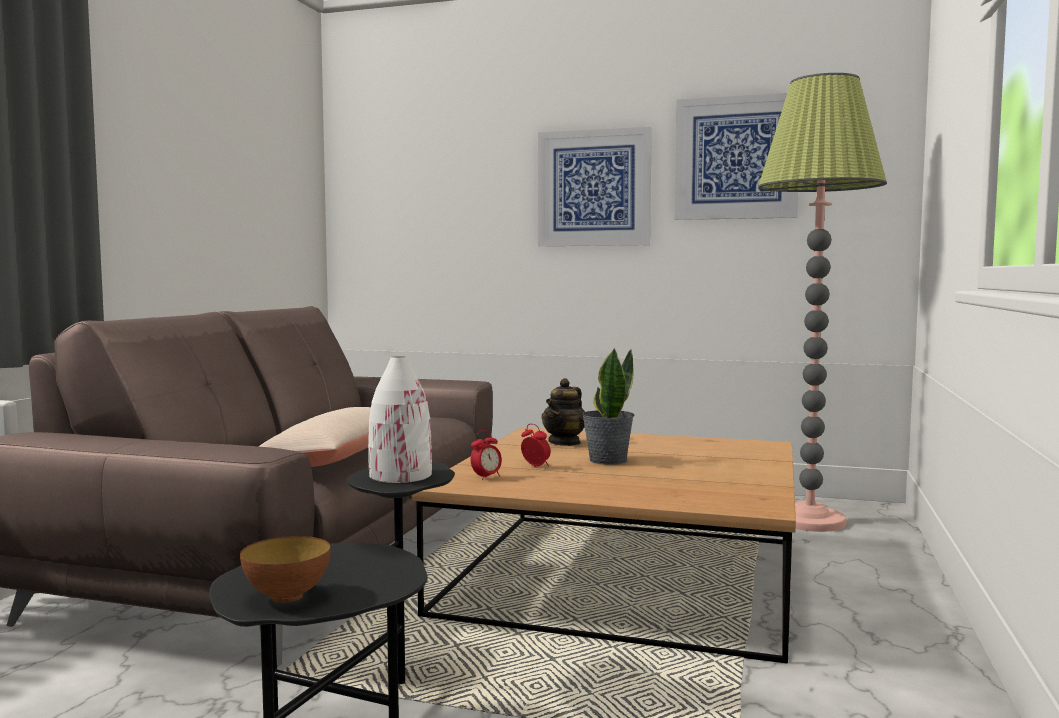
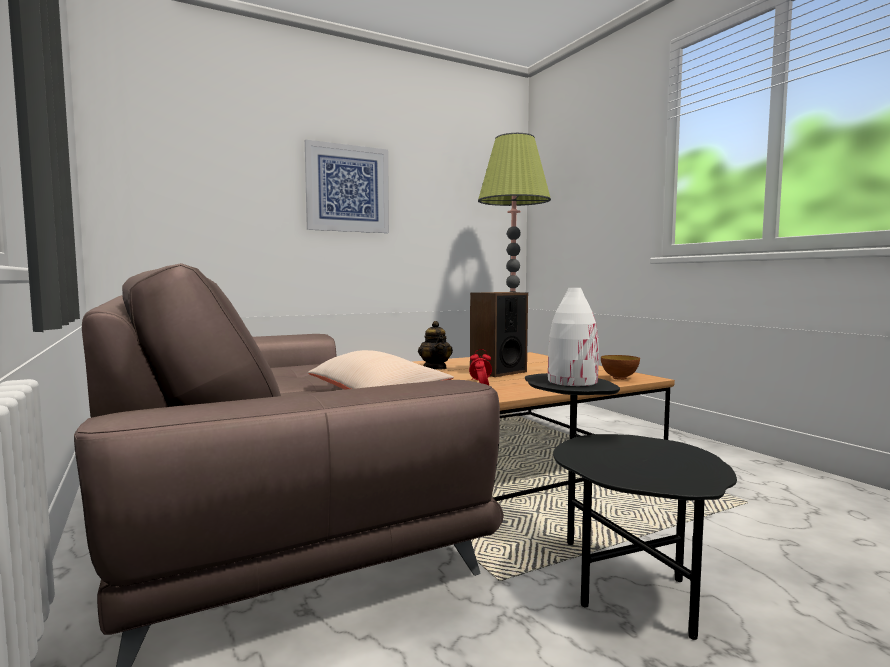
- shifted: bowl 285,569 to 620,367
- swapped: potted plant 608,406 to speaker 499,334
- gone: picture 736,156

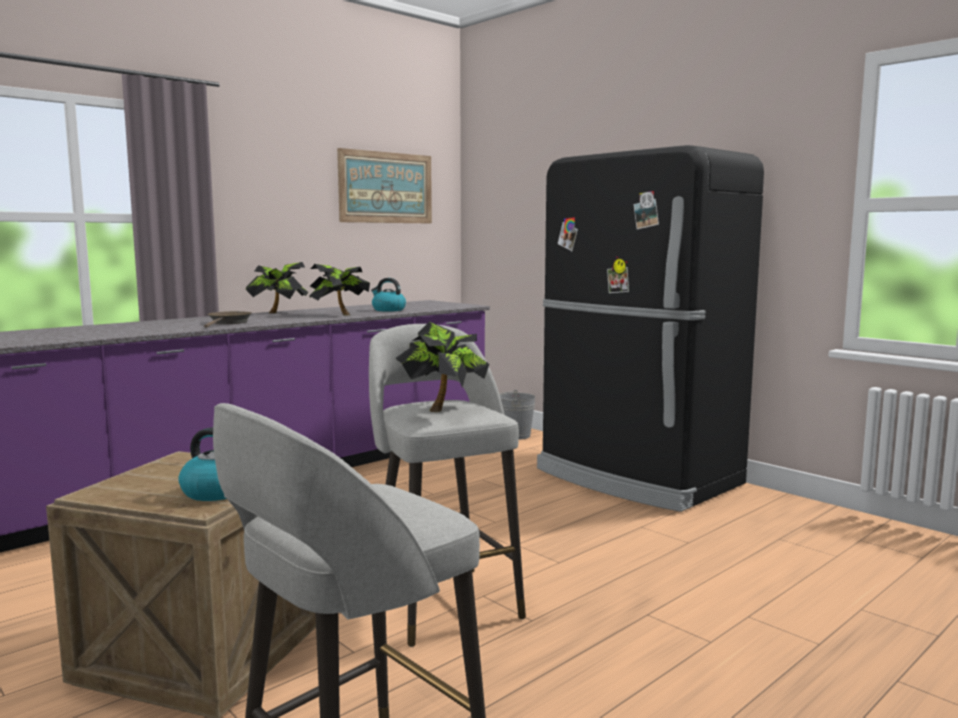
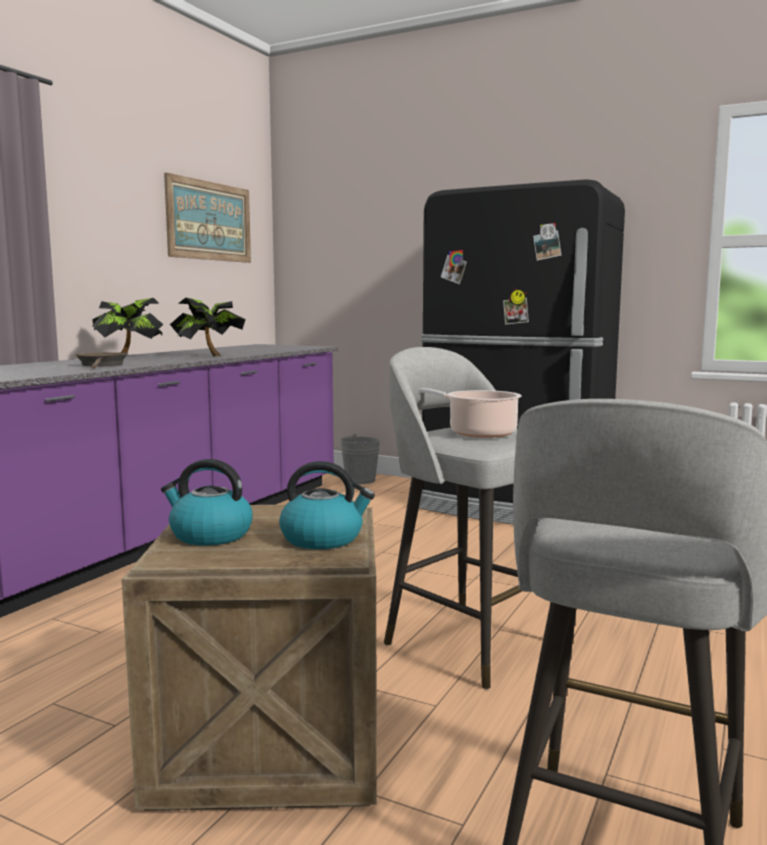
- shifted: kettle 388,294 to 207,502
- swapped: potted plant 442,366 to cooking pot 470,413

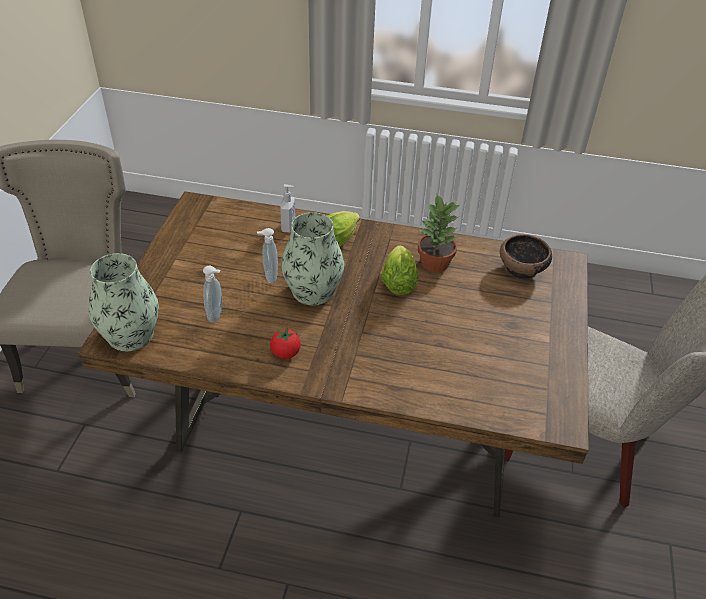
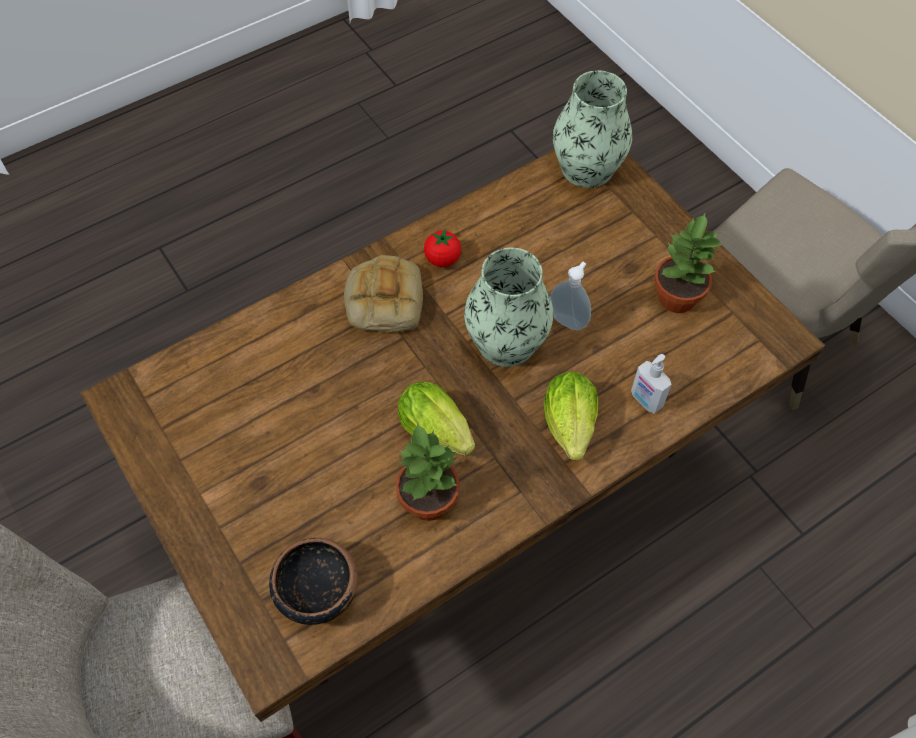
- gone: soap dispenser 212,294
- new: bread 383,293
- new: potted plant 688,262

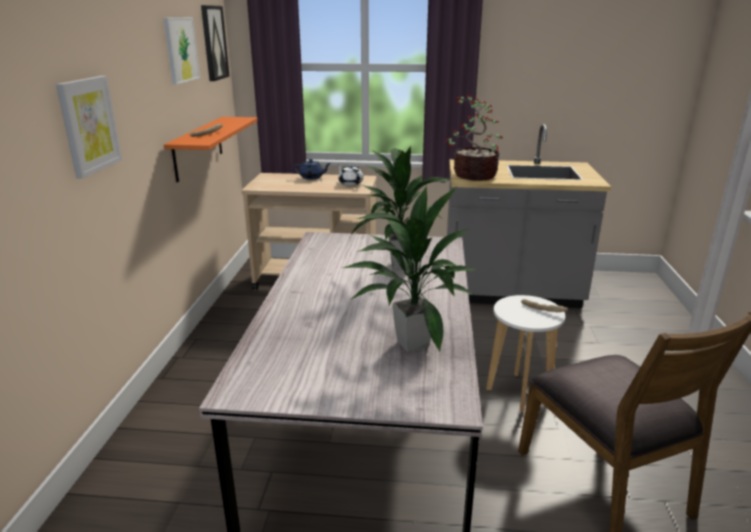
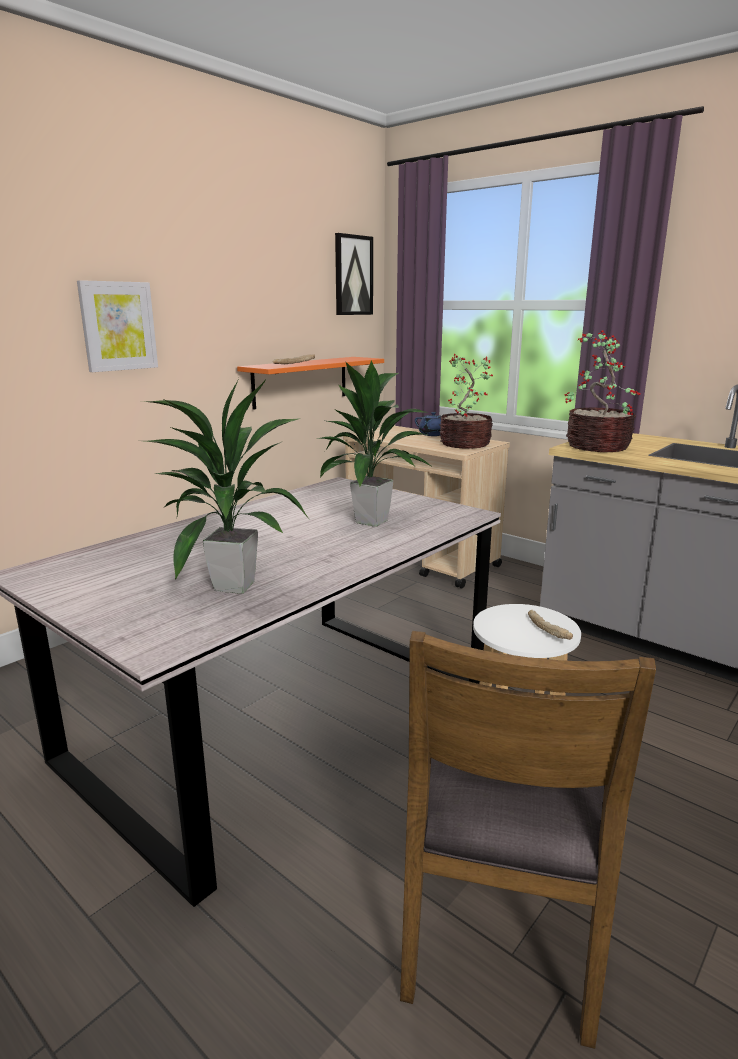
- gone: picture 182,51
- swapped: white teapot 350,175 to potted plant 466,401

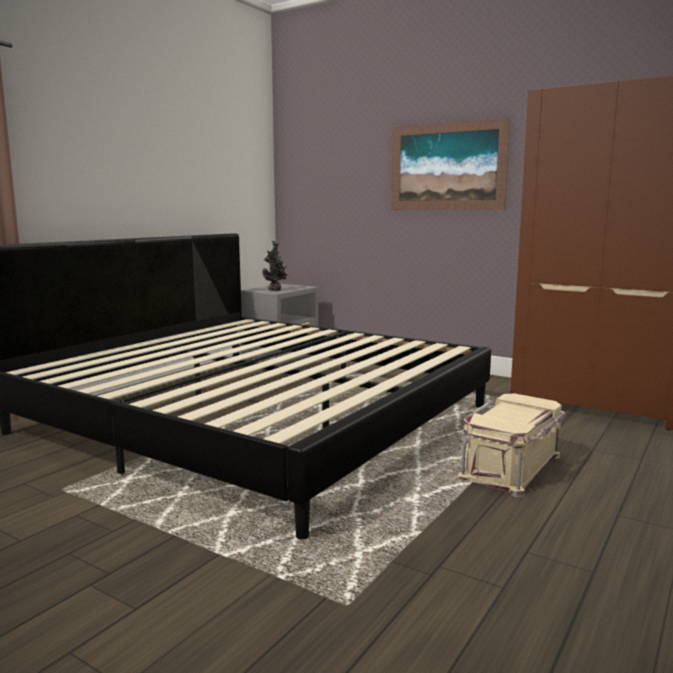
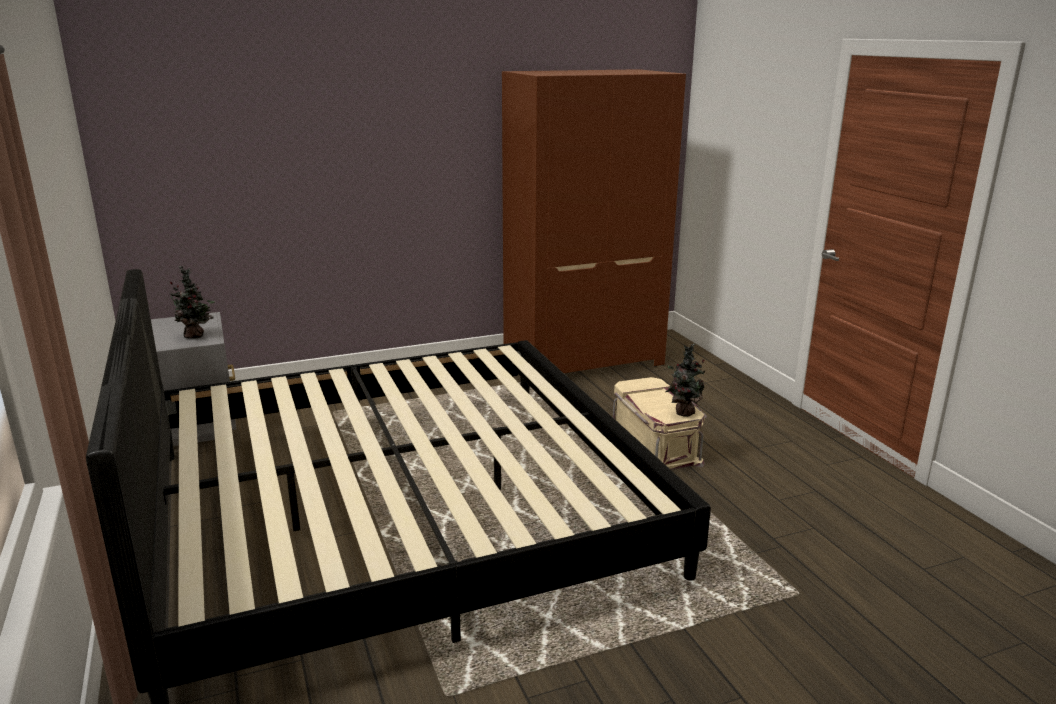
- gone: picture 451,164
- new: potted plant 687,380

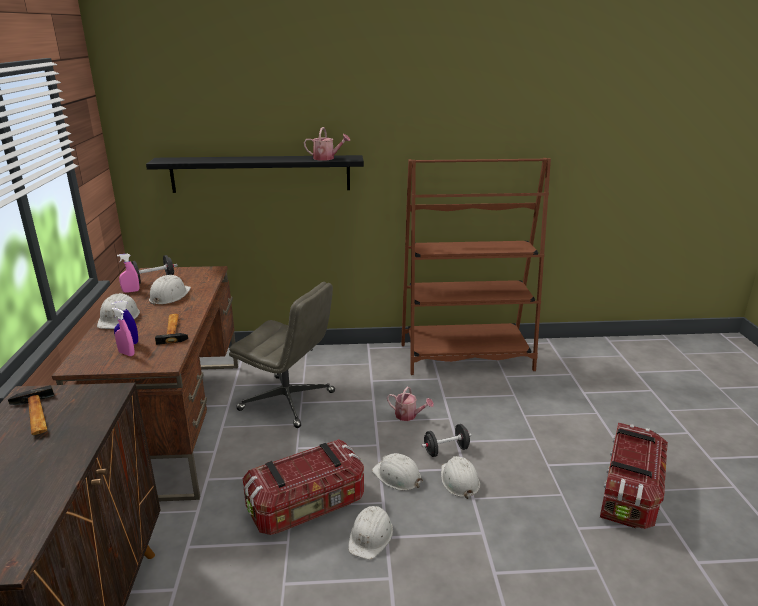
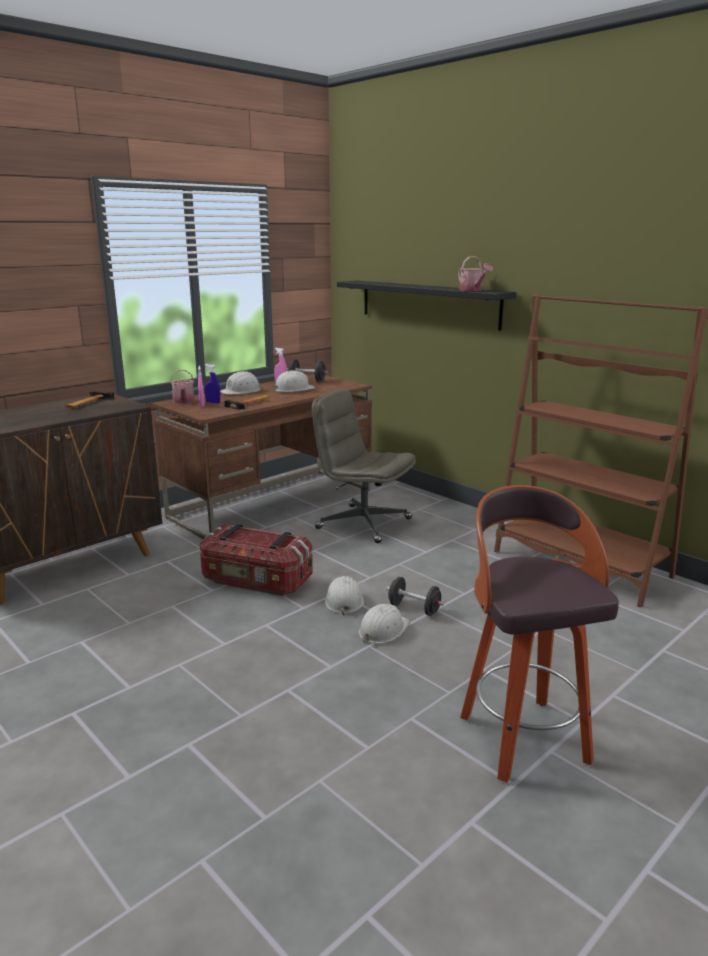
- rotated: grey office chair 282,355 = 364,466 135 degrees clockwise
- gone: white hard hat 370,532
- shifted: watering can 410,404 to 182,387
- swapped: storage box 634,475 to stool 539,633

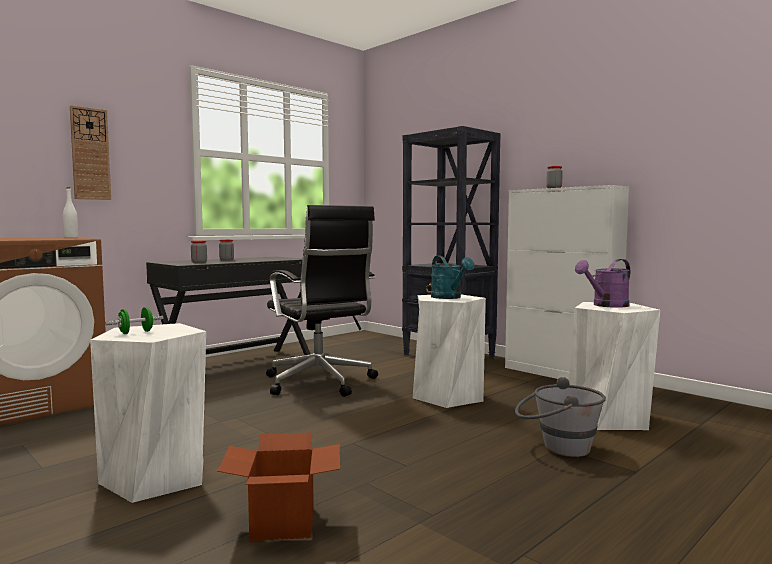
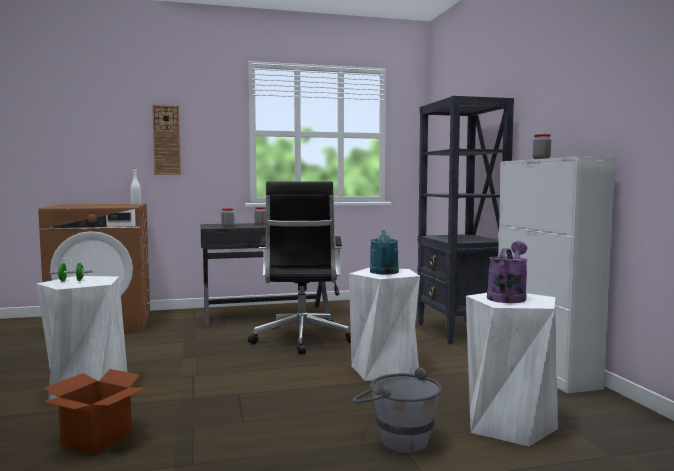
- rotated: purple watering can 602,283 = 507,272 120 degrees clockwise

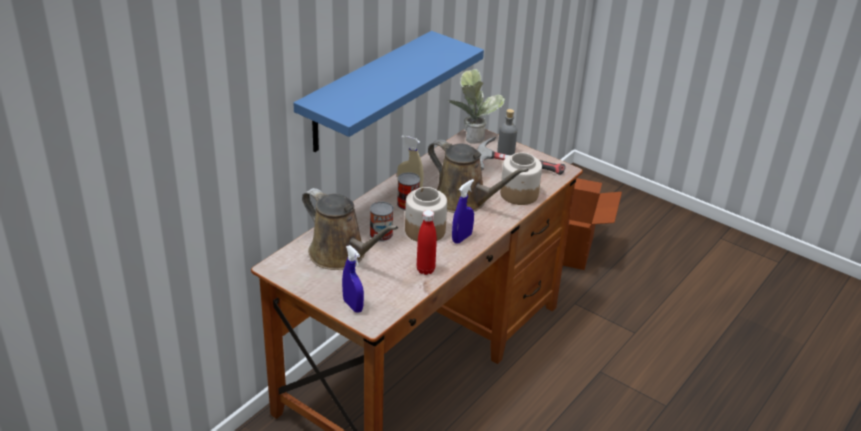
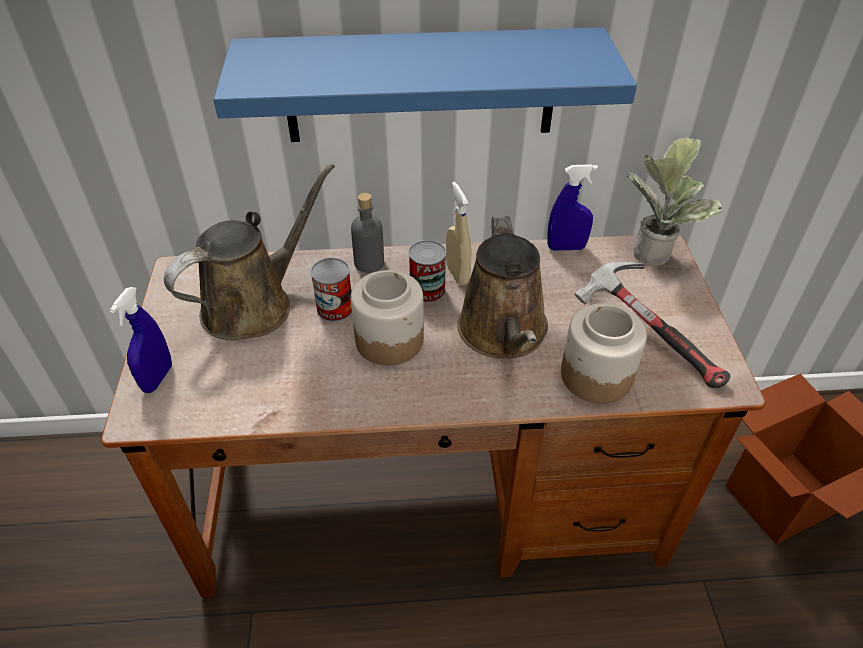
- rotated: brown watering can 350,229 = 249,252 135 degrees counterclockwise
- gone: red bottle 427,242
- shifted: blue spray bottle 463,211 to 572,207
- shifted: grey bottle 507,132 to 367,233

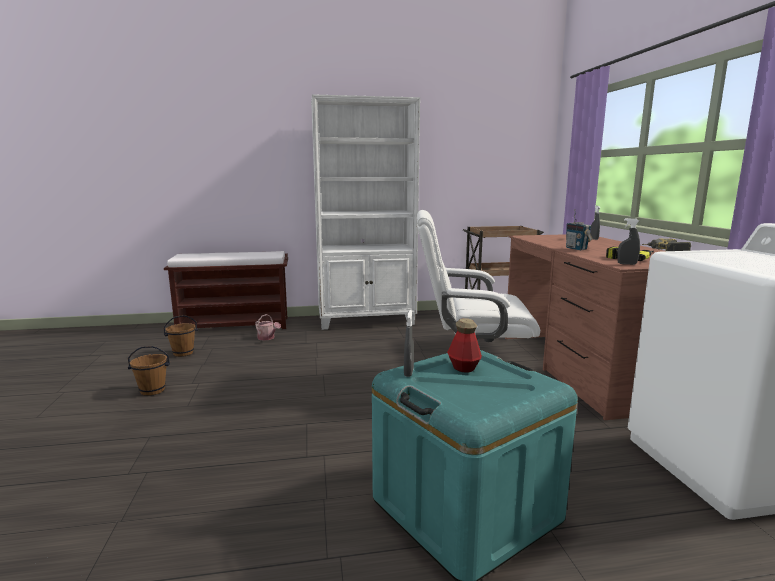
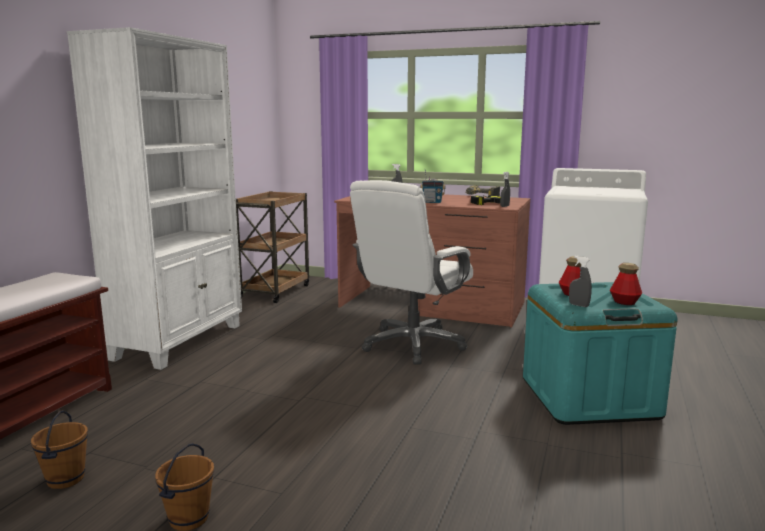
- gone: watering can 268,327
- new: bottle 626,284

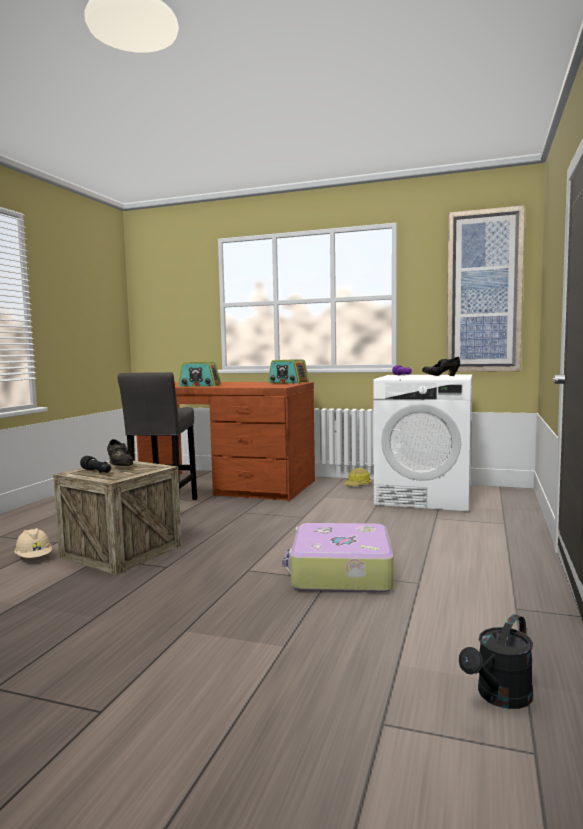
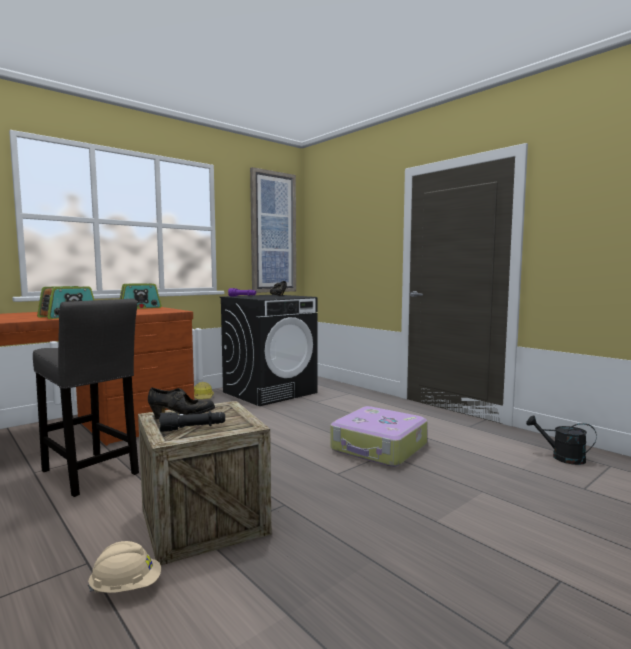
- repainted: white washing machine 422,443 to black washing machine 269,350
- rotated: black watering can 496,661 = 561,440 135 degrees clockwise

